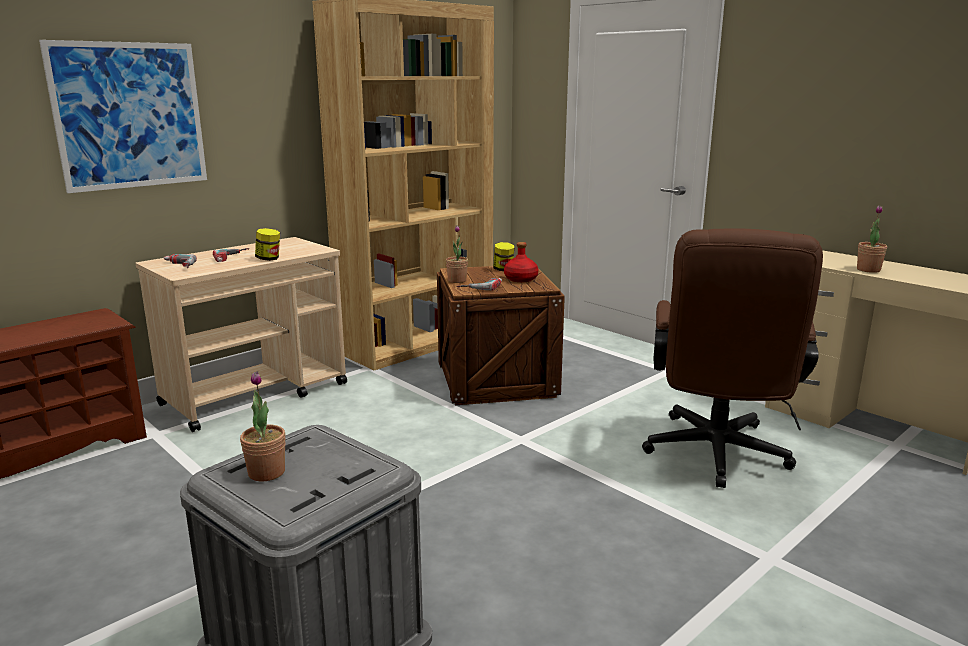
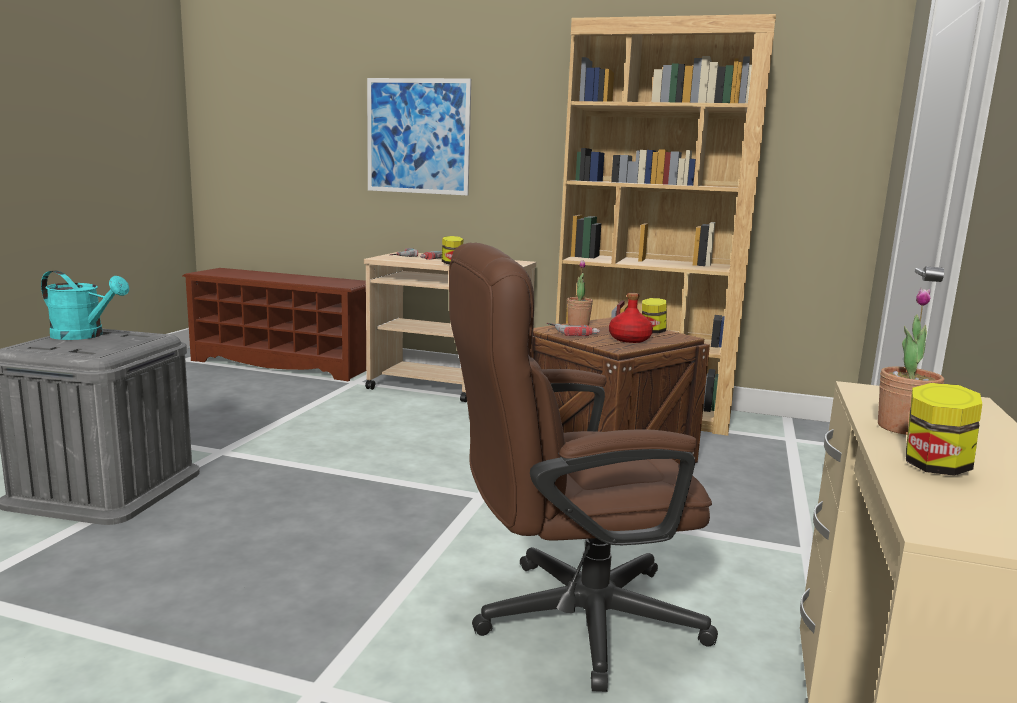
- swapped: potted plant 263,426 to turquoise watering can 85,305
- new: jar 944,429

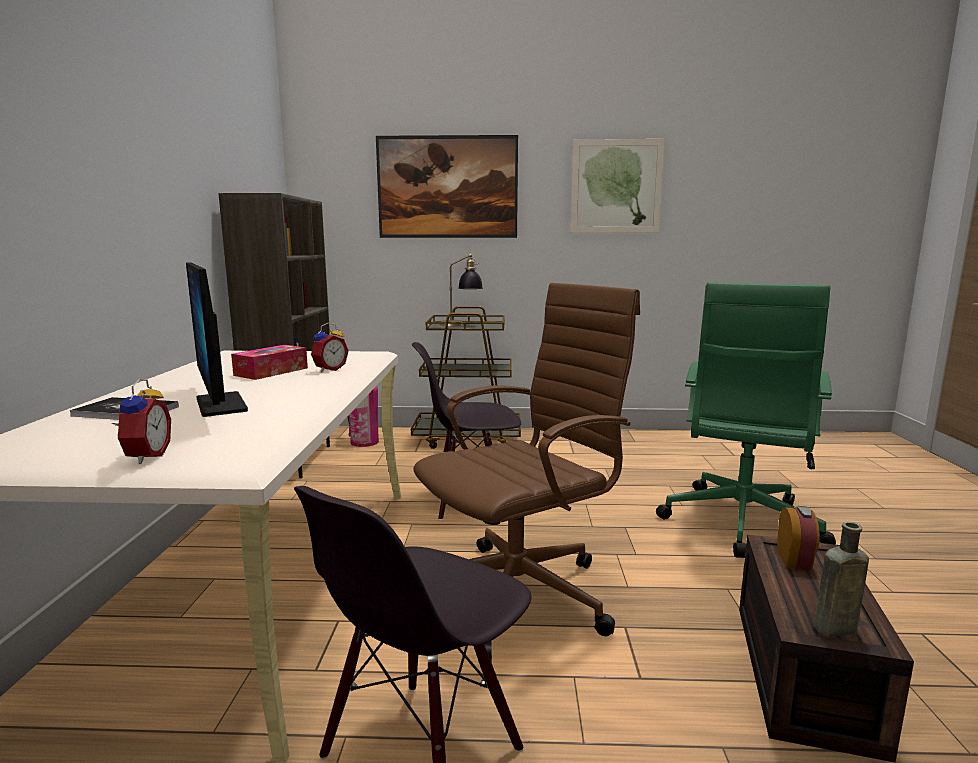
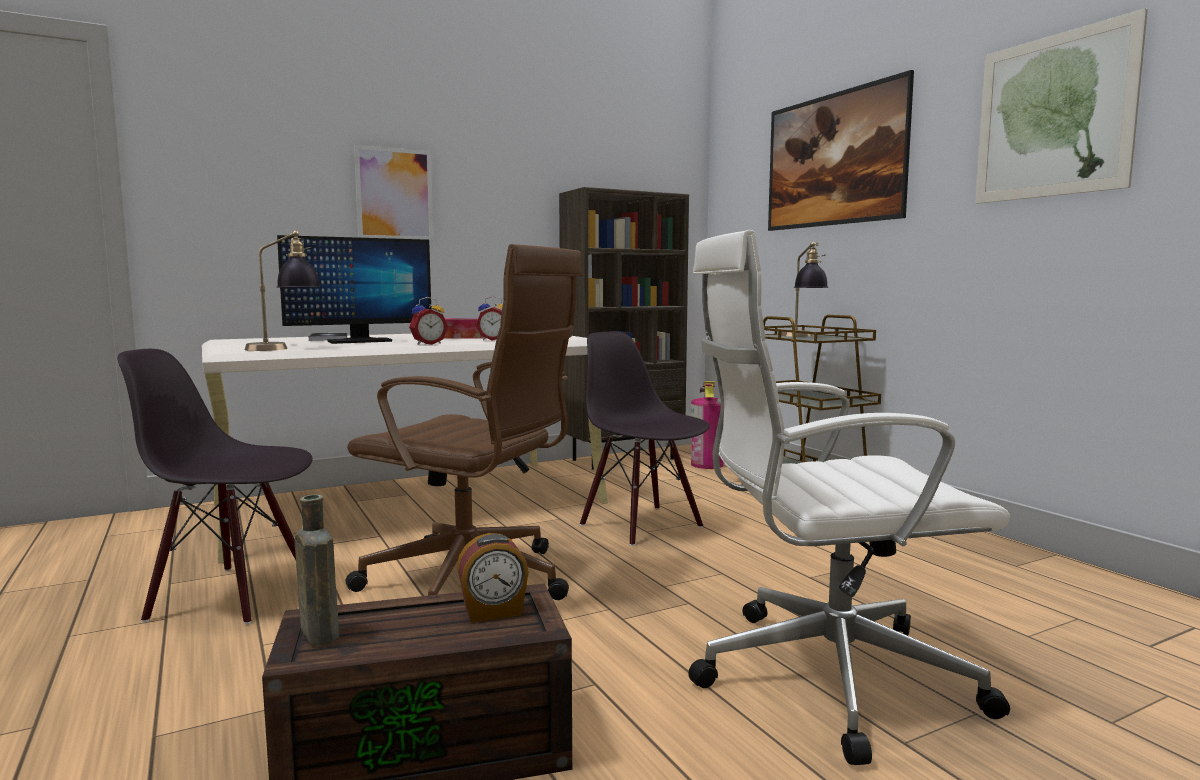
- shifted: alarm clock 141,421 to 428,321
- rotated: monitor 217,339 = 354,289 150 degrees counterclockwise
- repainted: green office chair 746,420 to white office chair 849,497
- new: table lamp 282,290
- new: picture 394,193

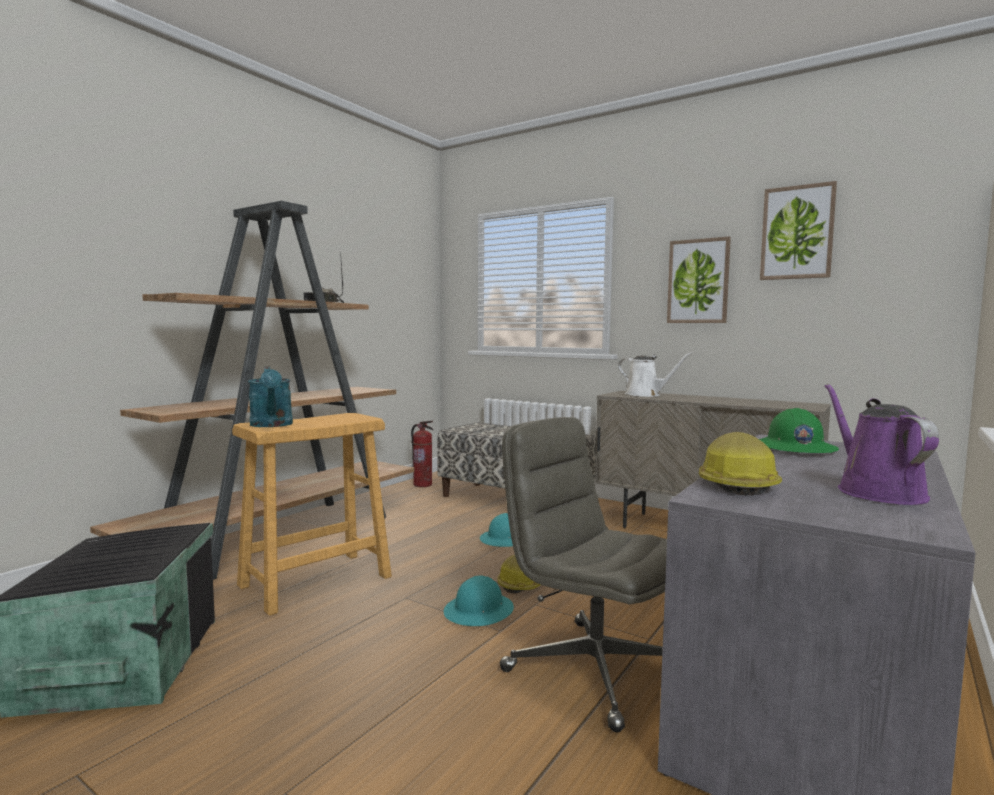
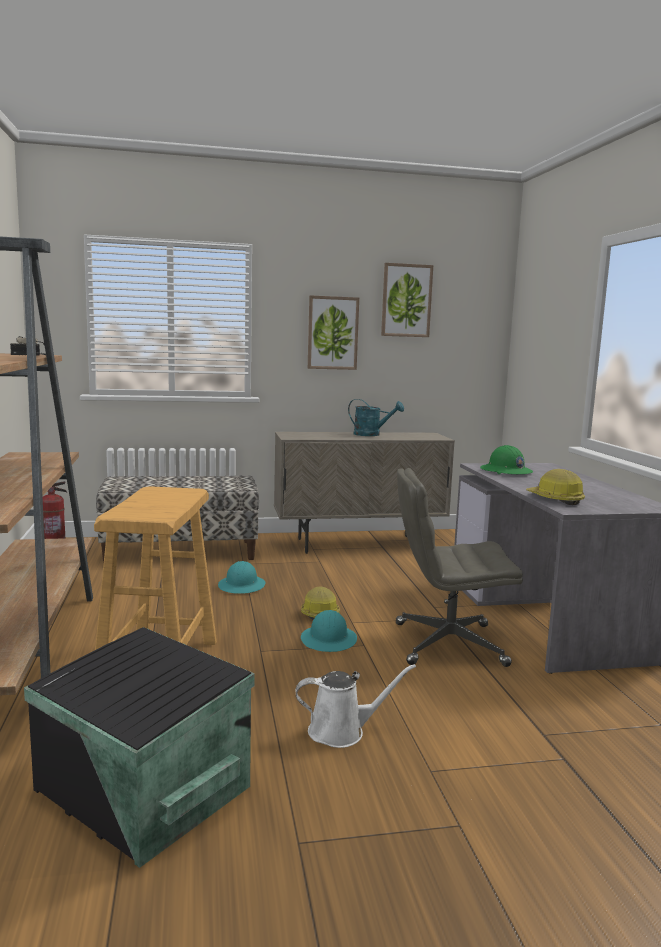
- shifted: turquoise watering can 270,397 to 376,417
- shifted: white watering can 655,374 to 355,706
- gone: purple watering can 882,444

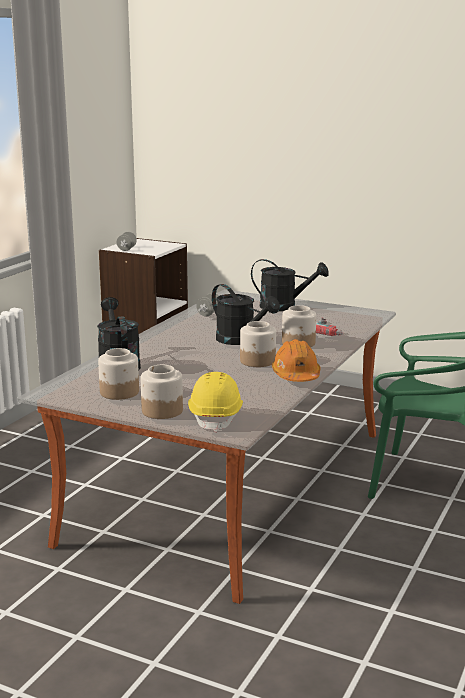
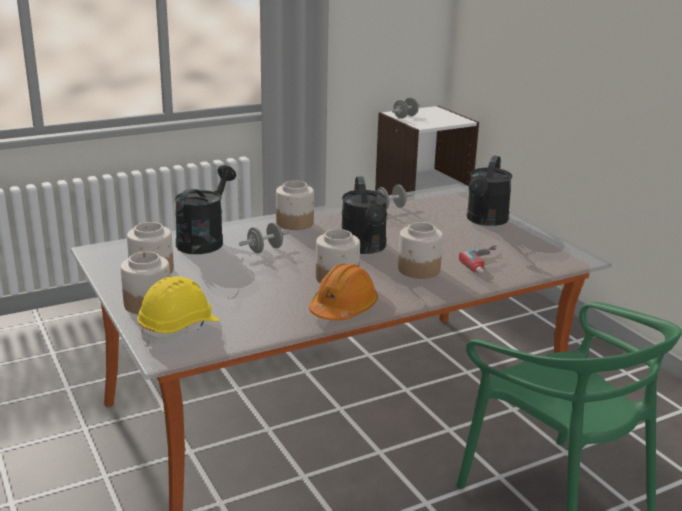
- rotated: black watering can 290,285 = 489,191 60 degrees clockwise
- new: grey dumbbell 264,238
- new: jar 295,205

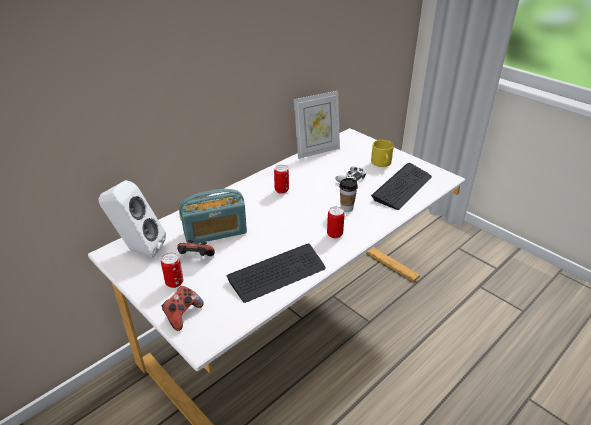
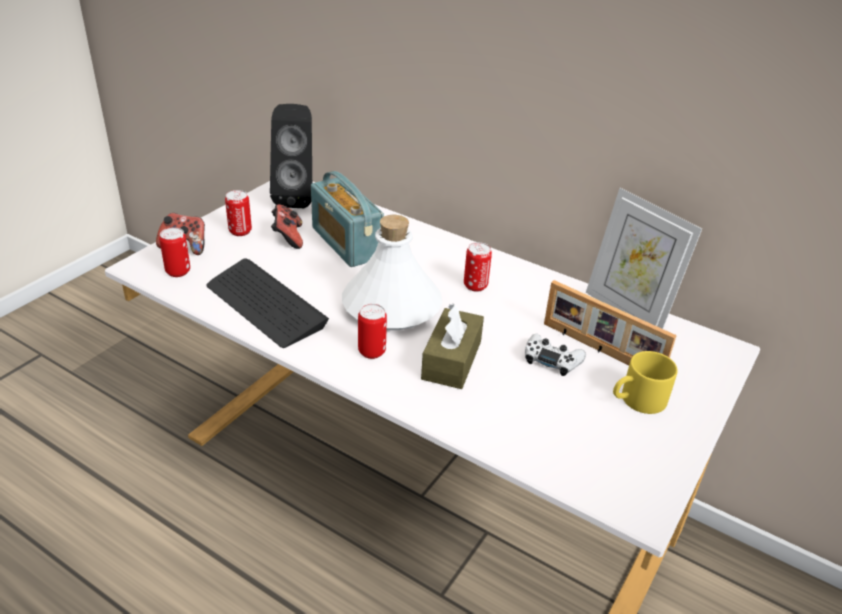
- repainted: white speaker 132,218 to black speaker 291,156
- swapped: cup 348,195 to brown tissue box 452,346
- gone: keyboard 401,186
- new: can 174,252
- new: white bottle 392,272
- new: picture frame 610,322

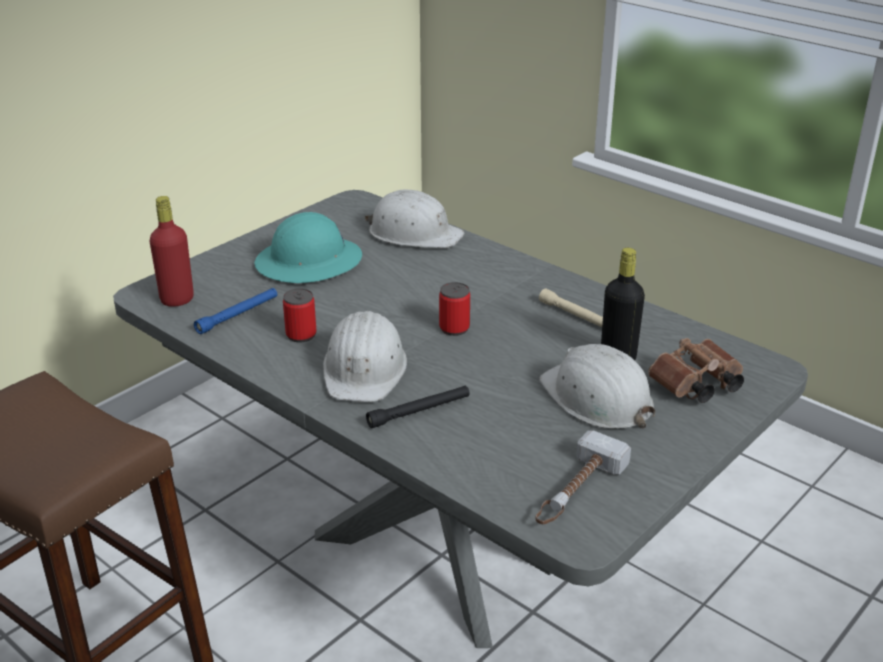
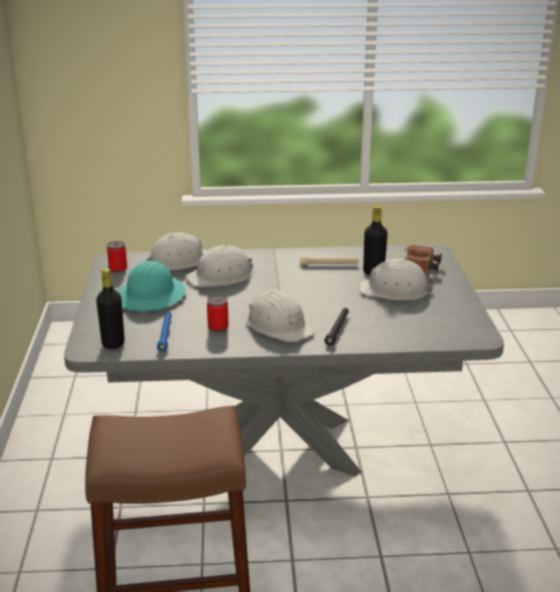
- repainted: red bottle 172,251 to black bottle 110,308
- shifted: can 454,309 to 117,257
- gone: hammer 583,477
- new: white hard hat 219,265

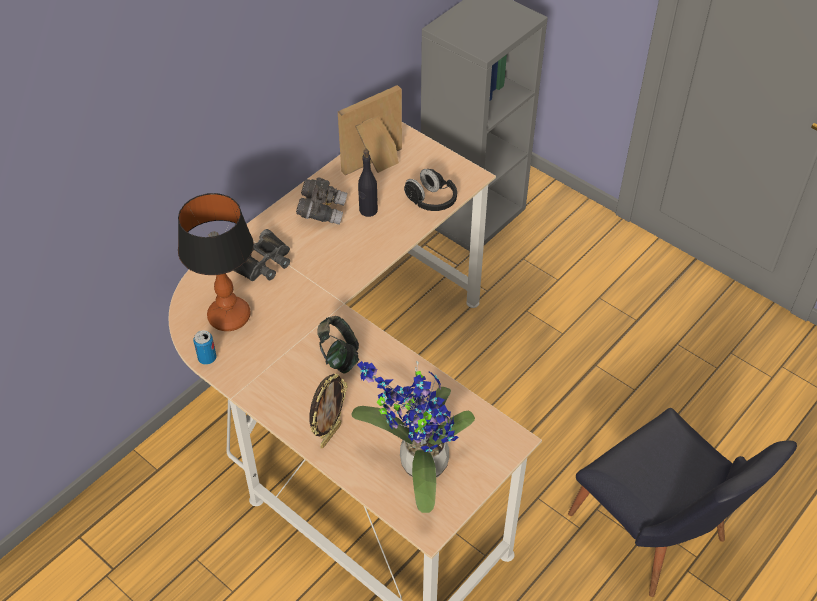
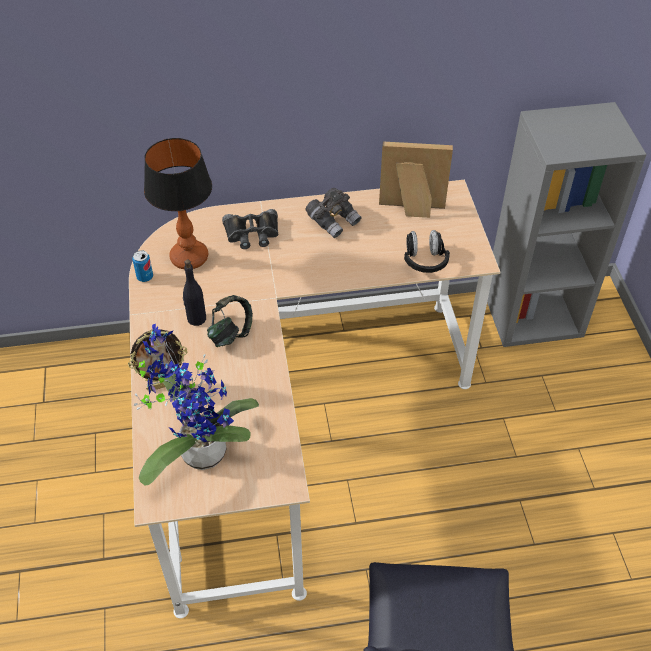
- shifted: black bottle 368,183 to 194,293

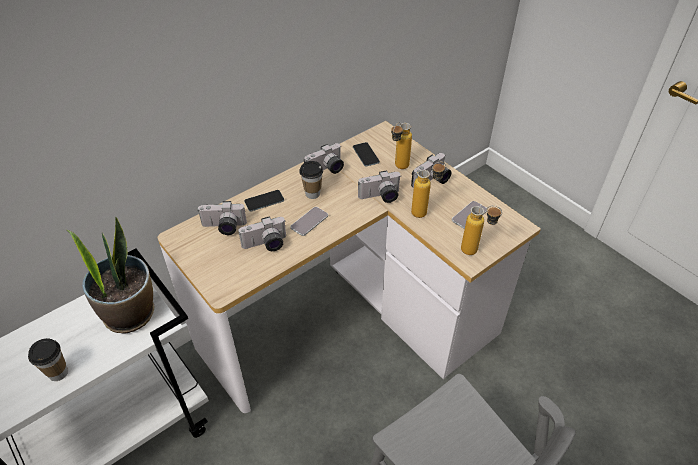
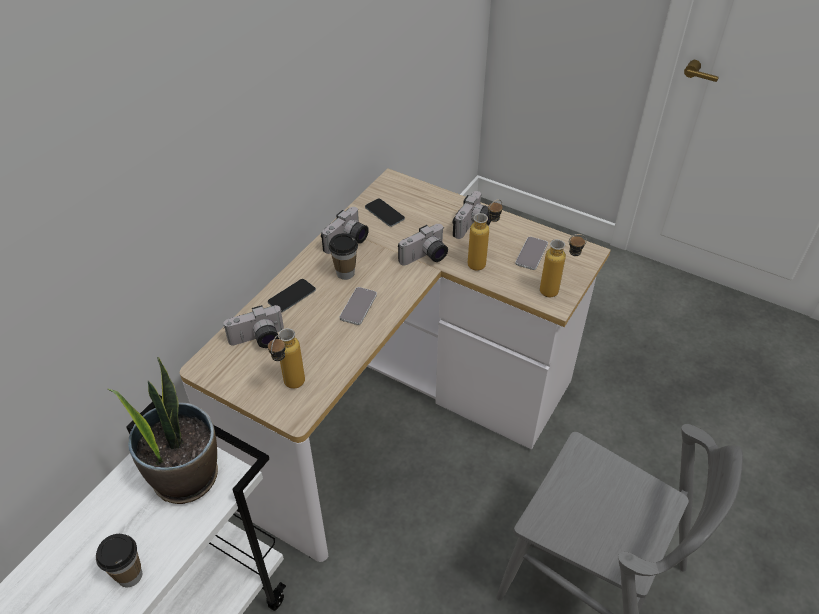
- gone: photo camera 262,233
- shifted: bottle 401,145 to 286,358

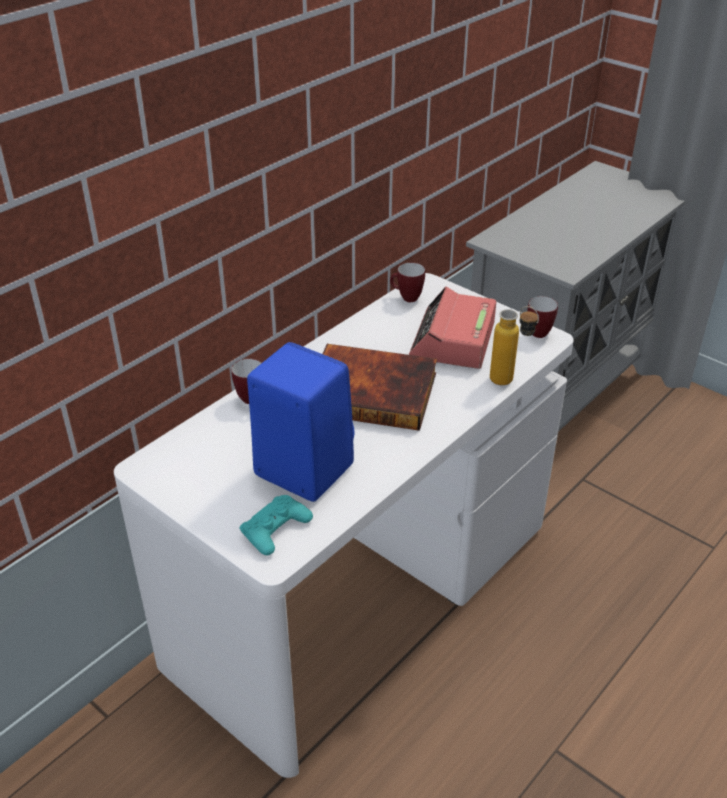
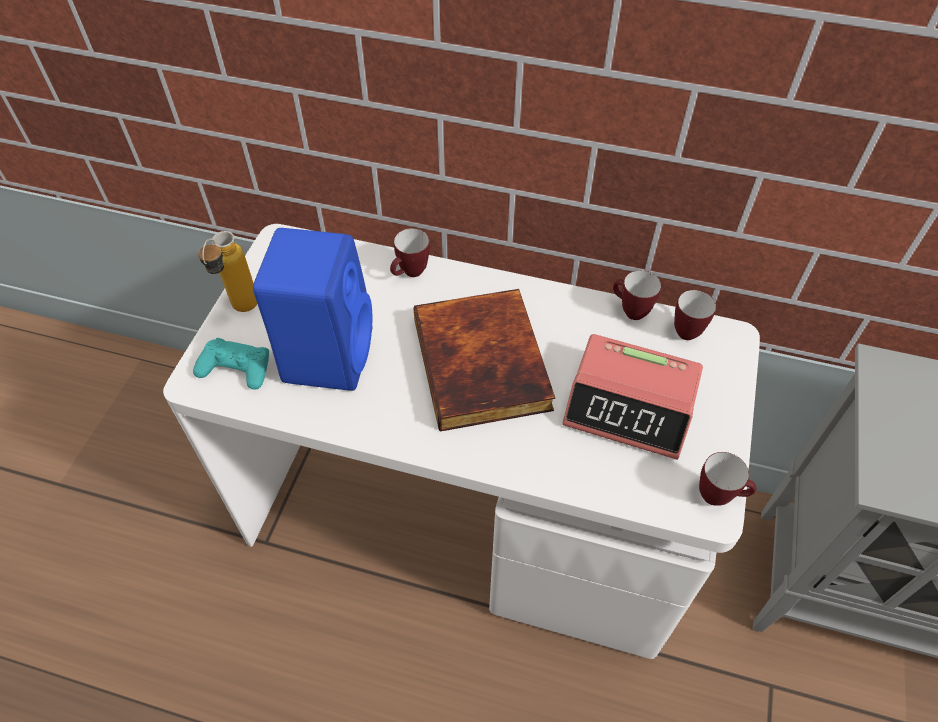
- rotated: alarm clock 452,327 = 632,397 150 degrees counterclockwise
- shifted: bottle 514,345 to 227,271
- new: mug 637,295

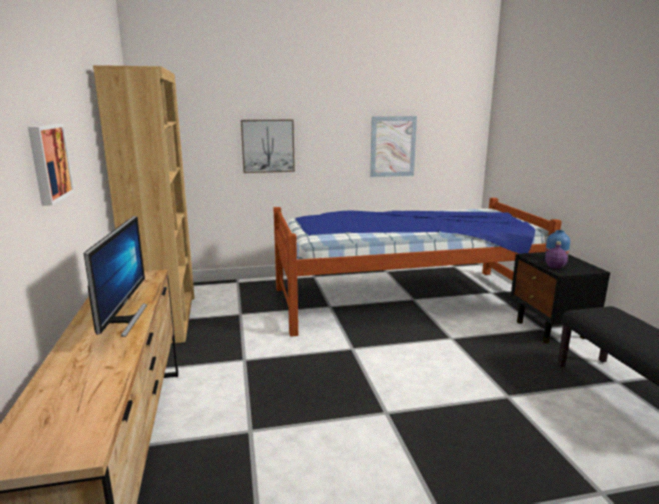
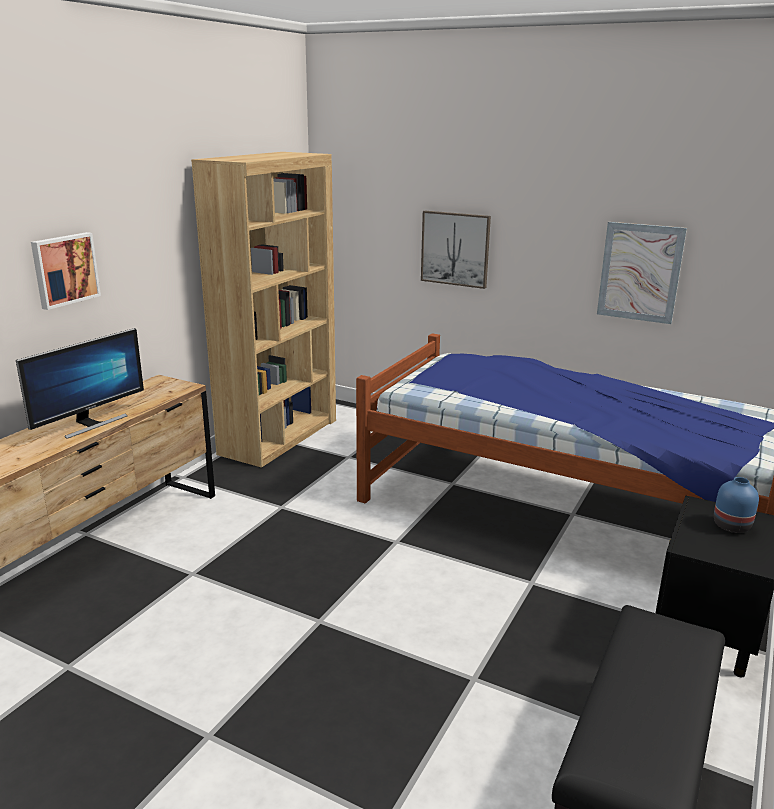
- gone: purple bottle 556,255

